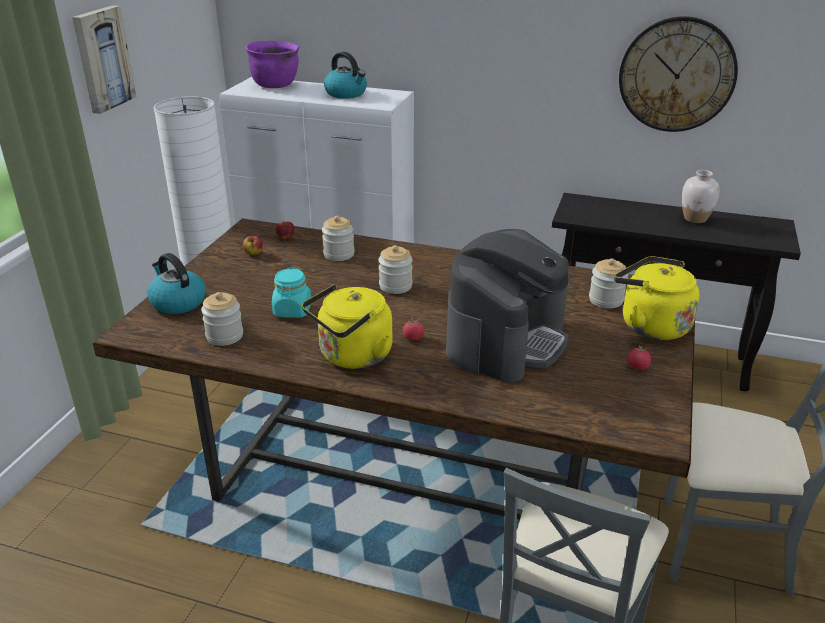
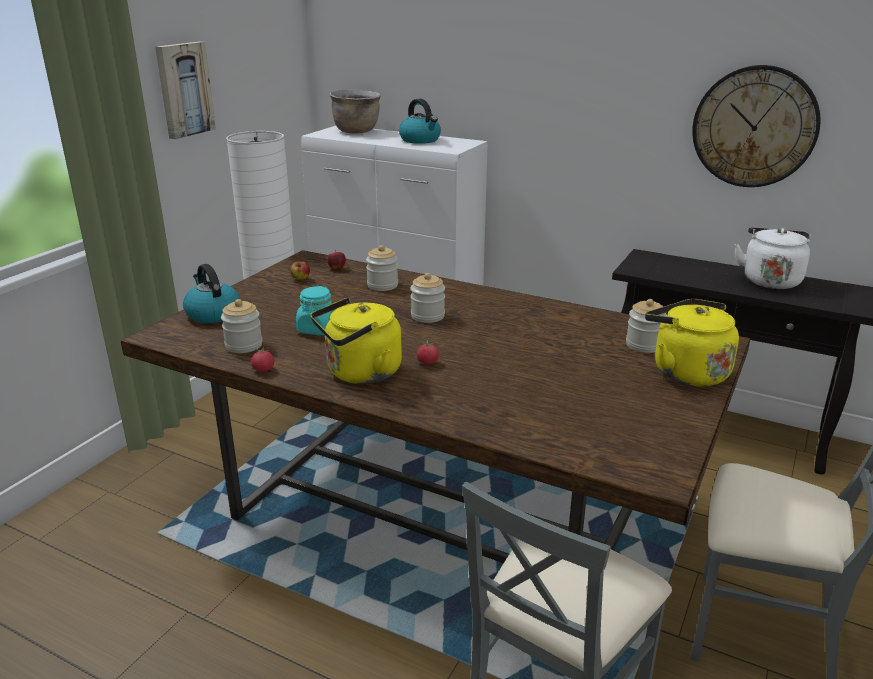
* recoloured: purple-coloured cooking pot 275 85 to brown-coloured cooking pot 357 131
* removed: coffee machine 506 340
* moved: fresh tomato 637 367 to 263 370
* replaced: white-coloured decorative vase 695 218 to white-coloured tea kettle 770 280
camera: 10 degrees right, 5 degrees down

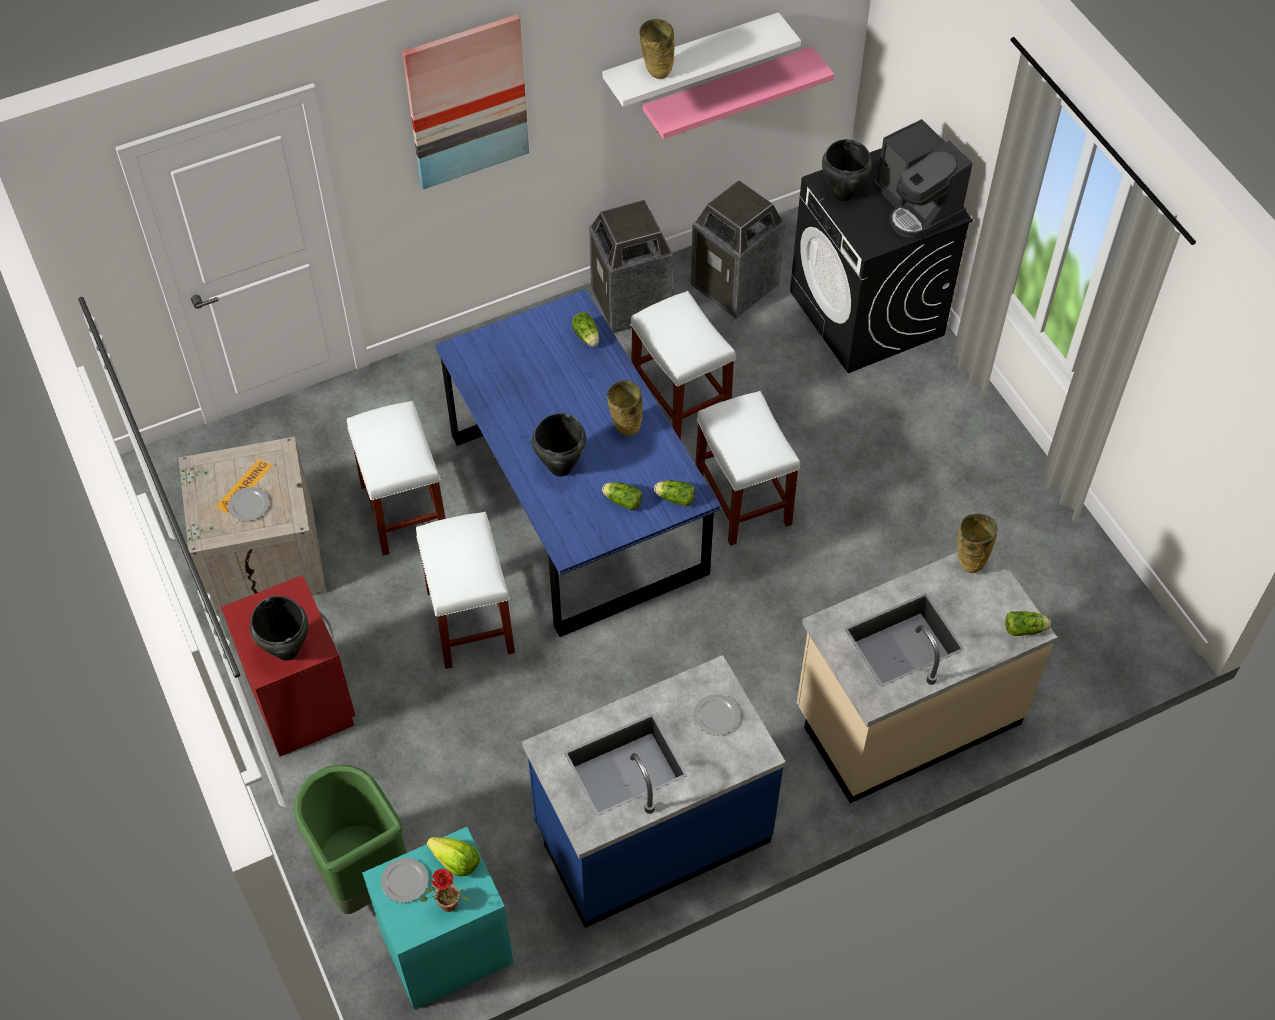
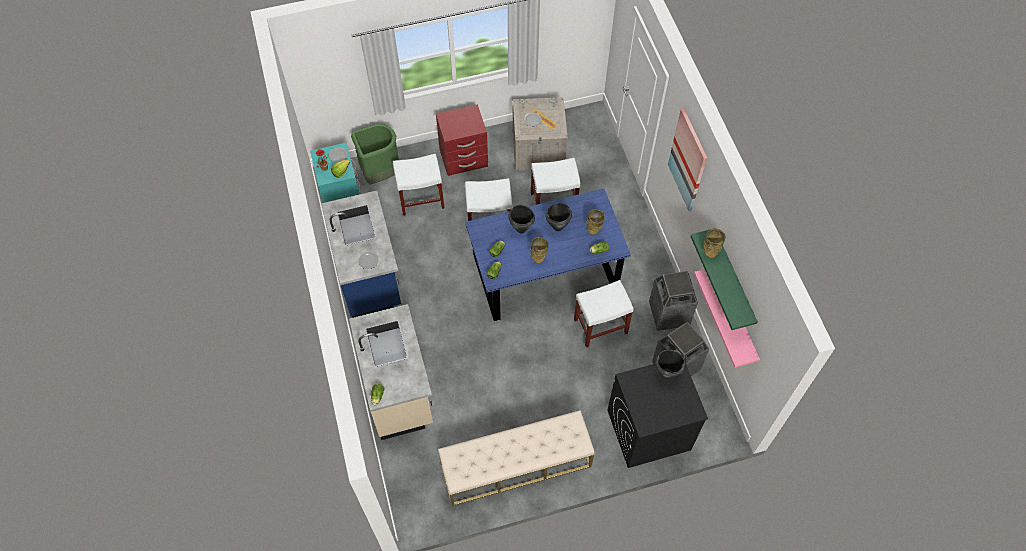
* moved: blackish cooking pot 287 650 to 558 227
* recoloured: white-coloured bracket shelf 691 58 to green-coloured bracket shelf 733 279
* moved: white-coloured sitting stool 743 501 to 420 199
* removed: coffee machine 917 205
* moved: beige-coloured decorative vase 969 562 to 594 231
* added: beige-coloured long seat 515 465
camera: 100 degrees right, 5 degrees up

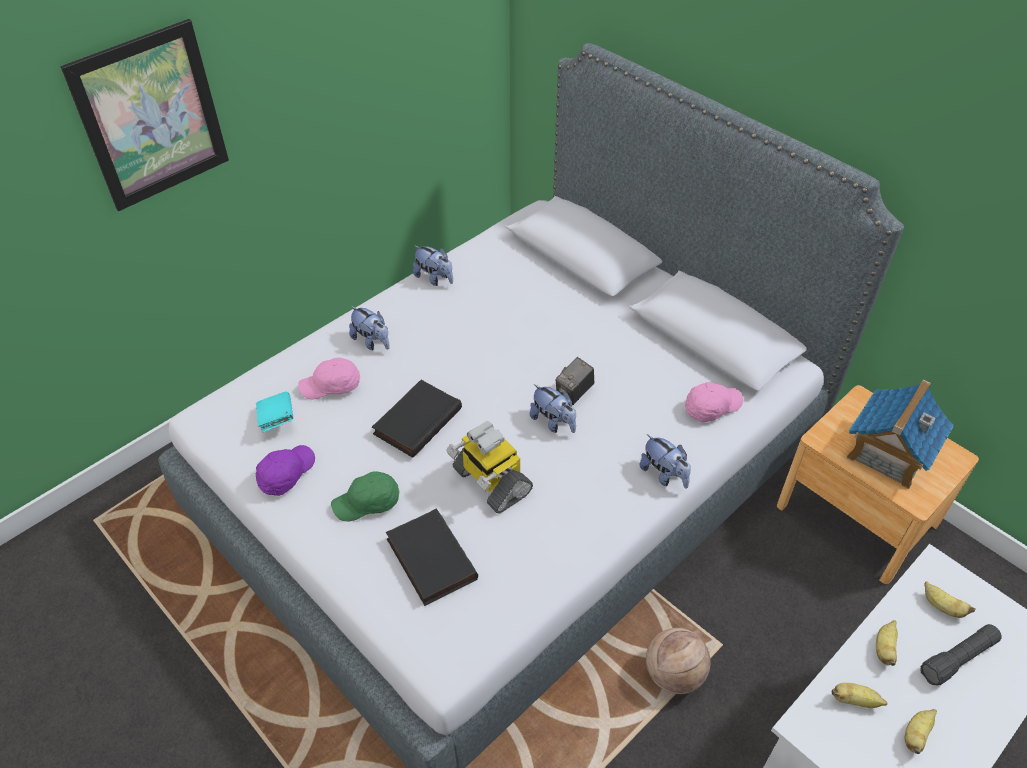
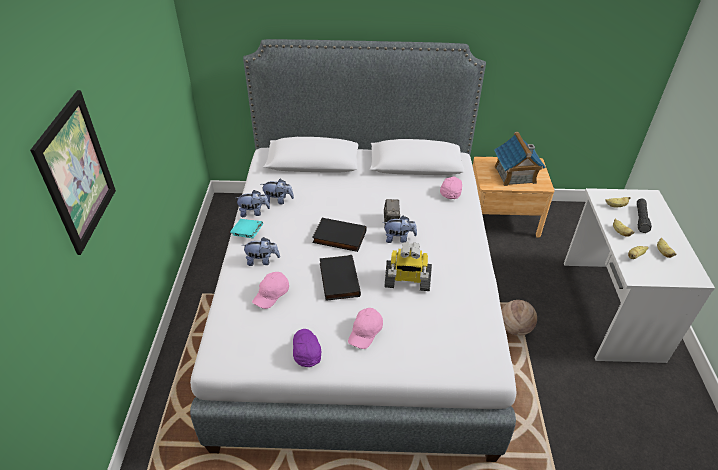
* moved: turquoise-coloured bound book 277 419 to 247 234
* recoloured: green-coloured peaked cap 367 503 to pink peaked cap 365 332
* moved: blackish bound book 429 559 to 339 238
* moved: cuddly toy 664 474 to 278 200
camera: 45 degrees left, 5 degrees down

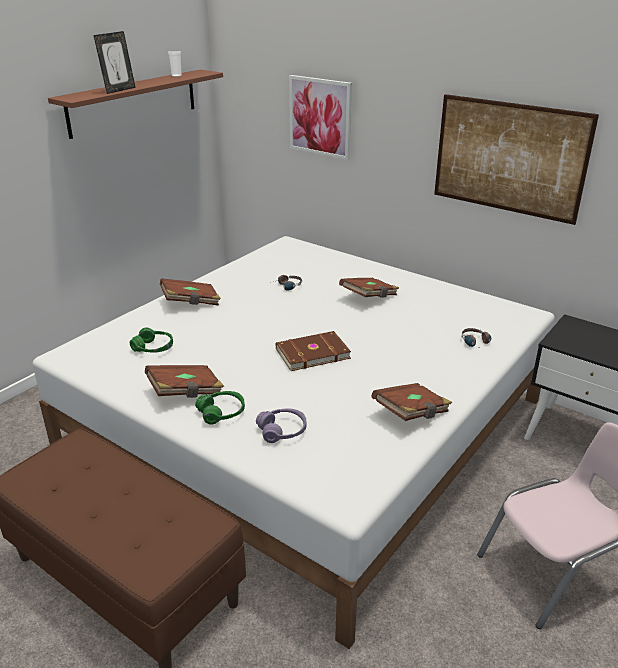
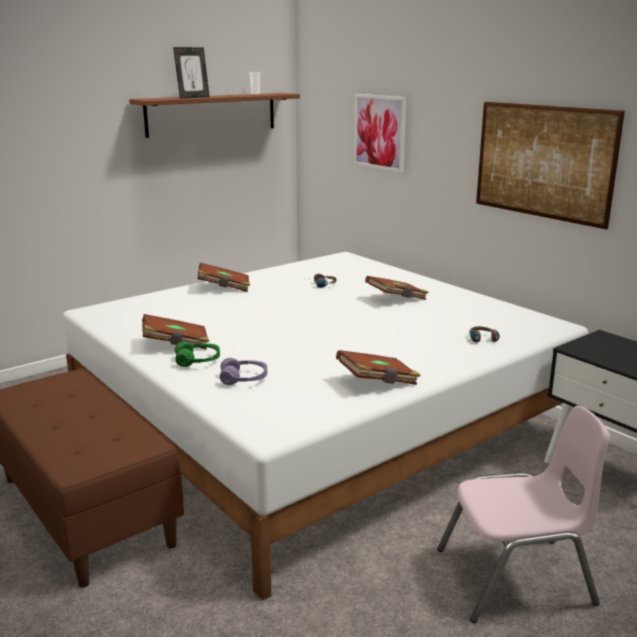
* removed: green-coloured headset 153 348
* removed: brown-coloured bound book 311 353
camera: 15 degrees right, 10 degrees down

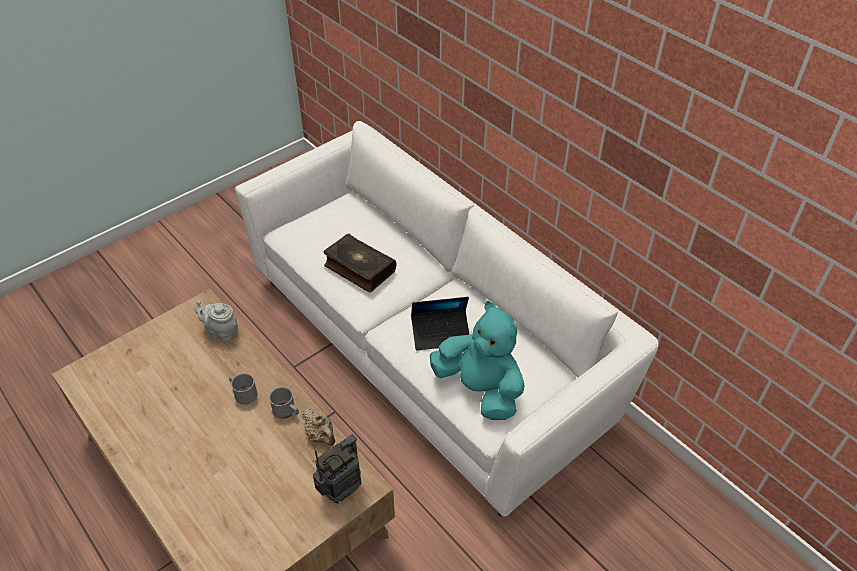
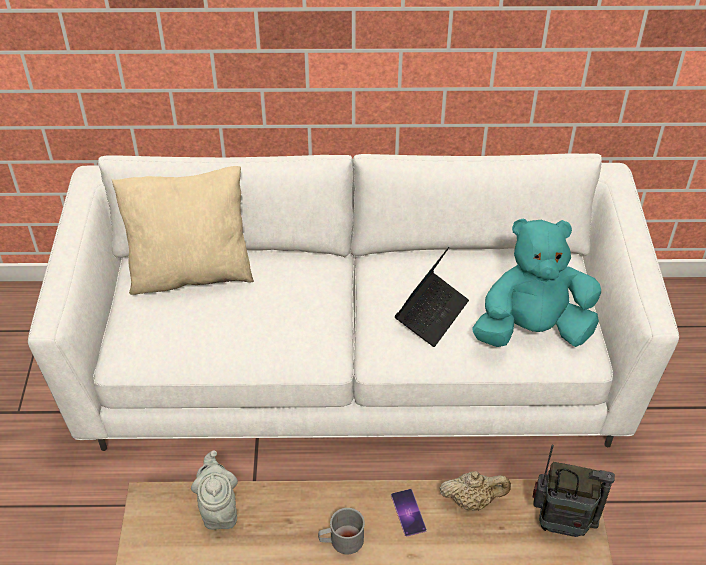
* turned: gray pot for tea 221 332 = 218 509 105 degrees clockwise
* replaced: gray tea mug 287 411 to phone 408 512
* turned: radio 341 490 = 562 524 105 degrees clockwise
* removed: bound book 359 268
* added: beige-coloured pillow 191 272
camera: 50 degrees left, 0 degrees up

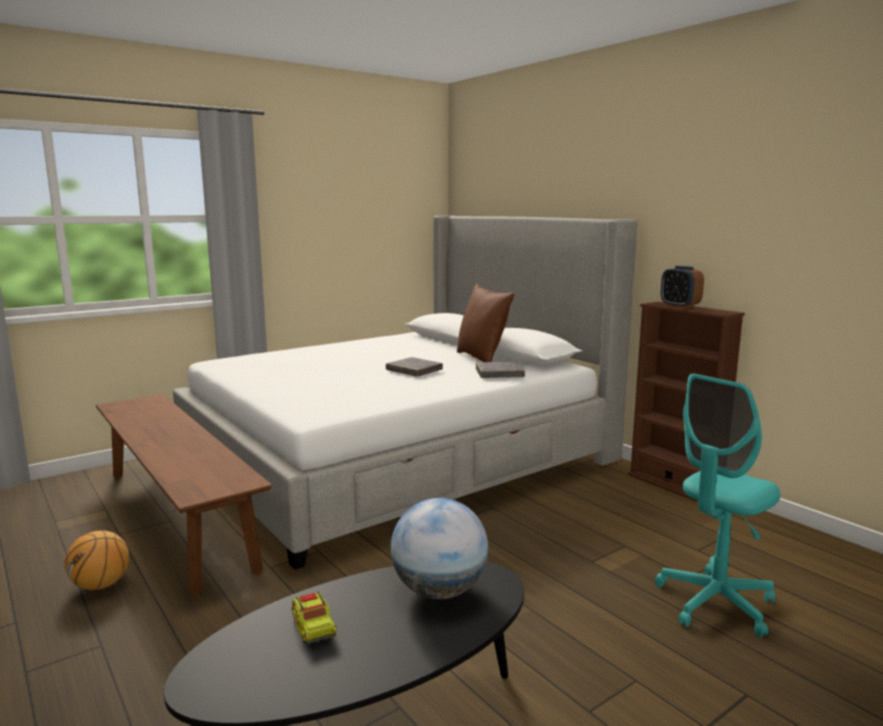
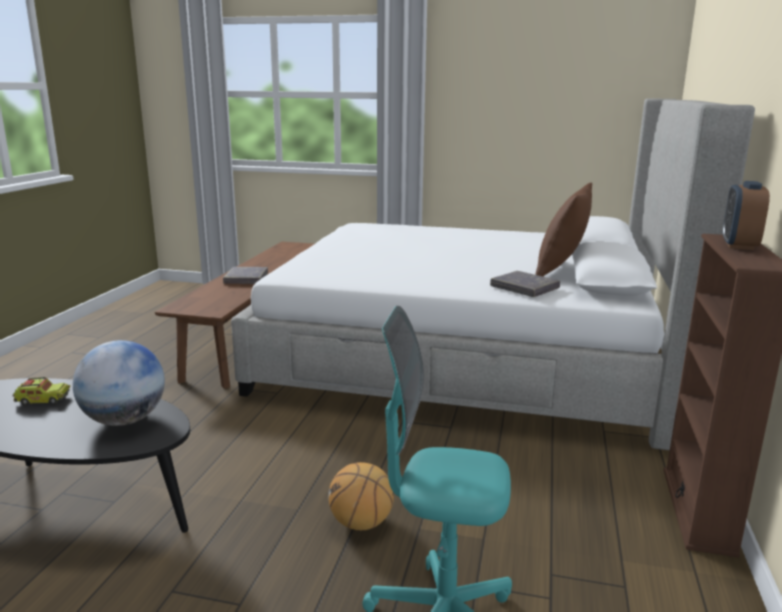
* moved: ball for basketball 101 585 to 361 523
* turned: toy truck 313 628 = 42 400 120 degrees counterclockwise
* moved: gray bound book 414 370 to 246 279
camera: 50 degrees right, 5 degrees up

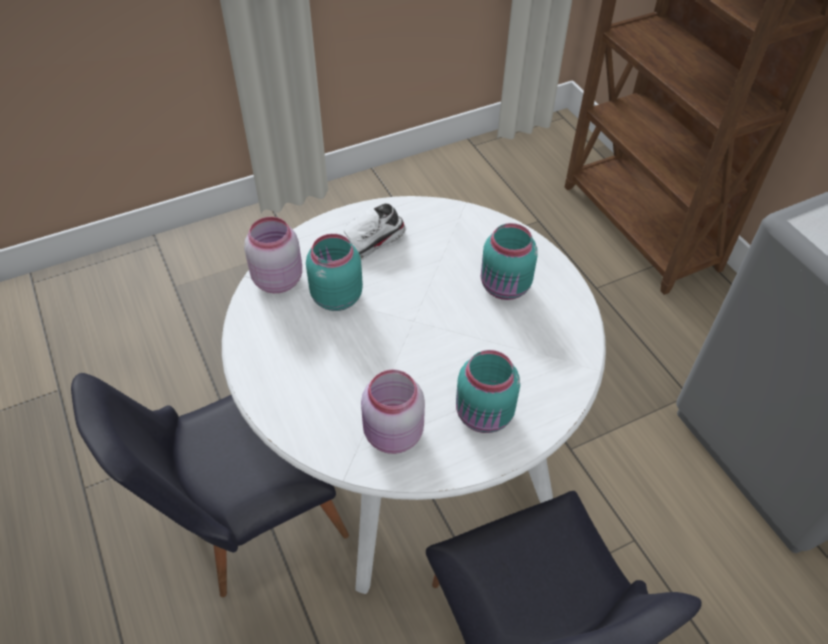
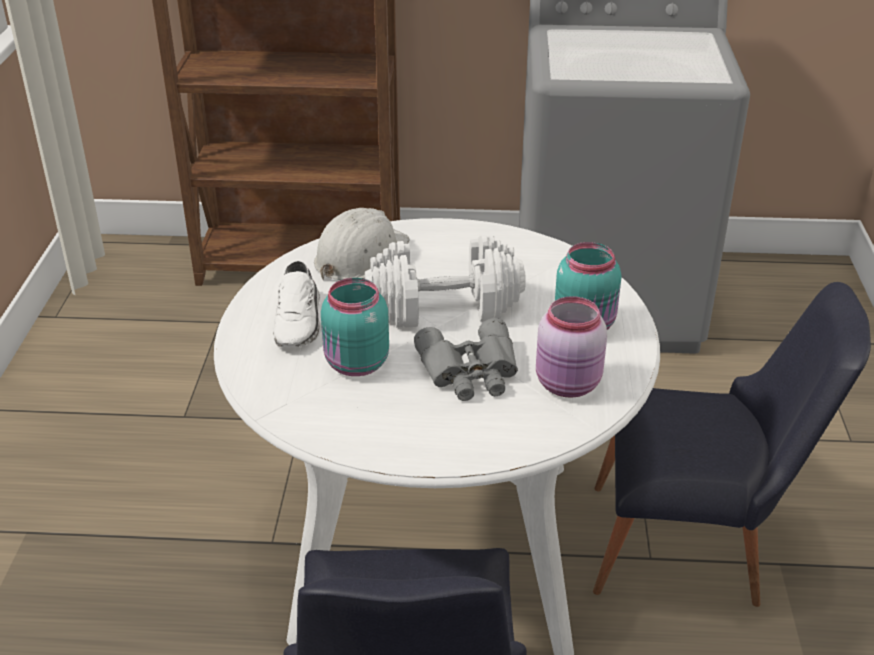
* removed: pink storage jar 277 279
* removed: turquoise-coloured storage jar 505 287
* added: white-coloured hard hat 360 256
* added: white-coloured free weight 444 306
* added: gray binoculars 470 372
camera: 60 degrees left, 15 degrees down

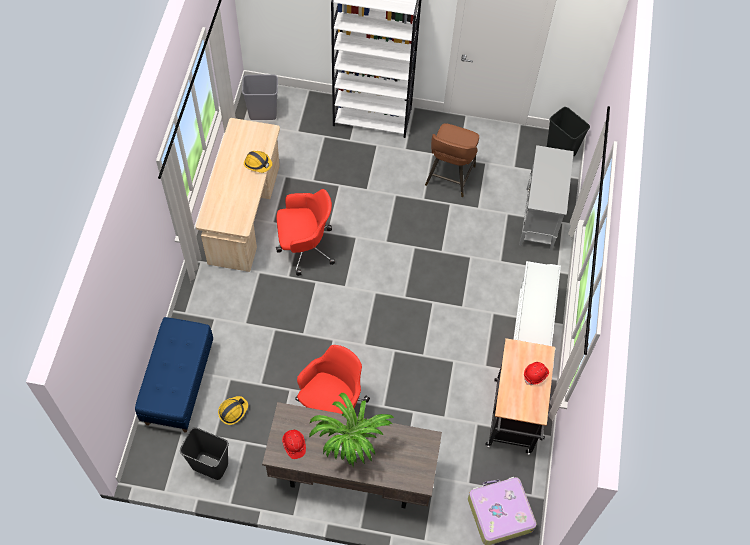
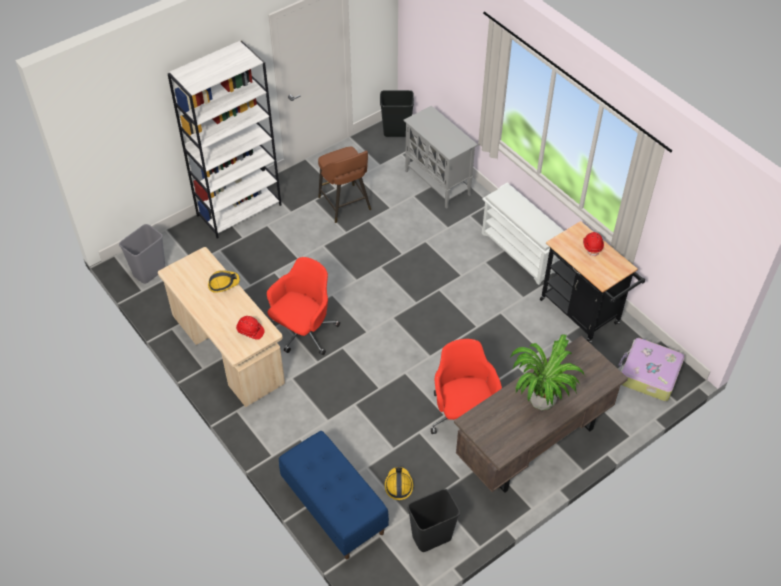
* moved: reddish hard hat 294 445 to 250 331
camera: 45 degrees left, 10 degrees down

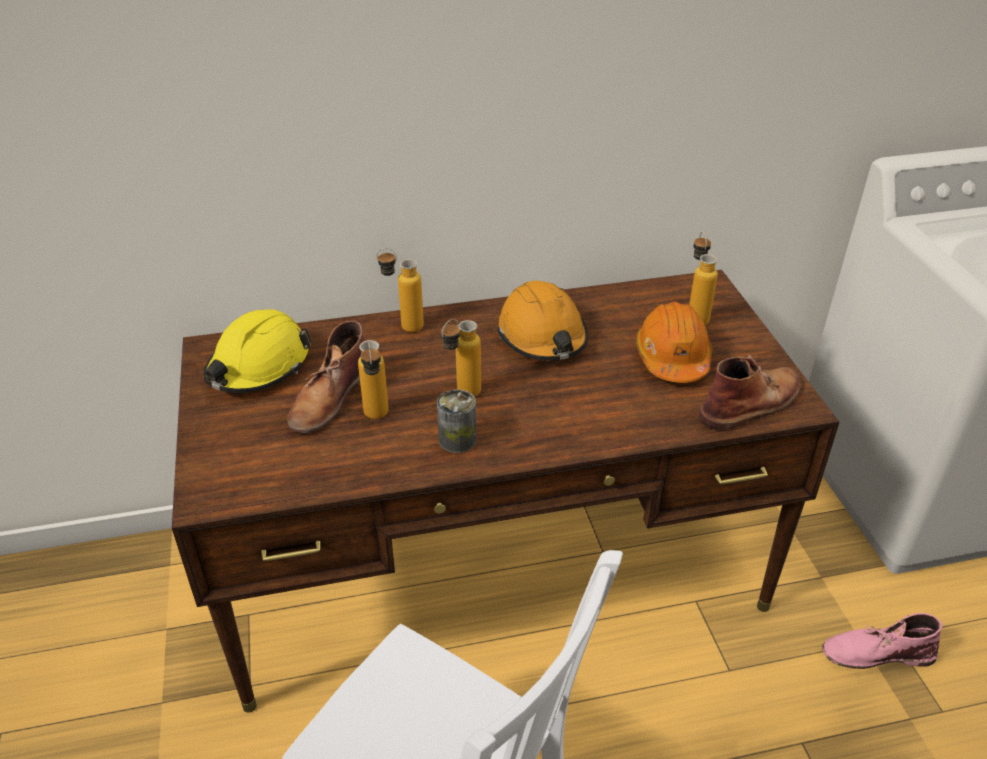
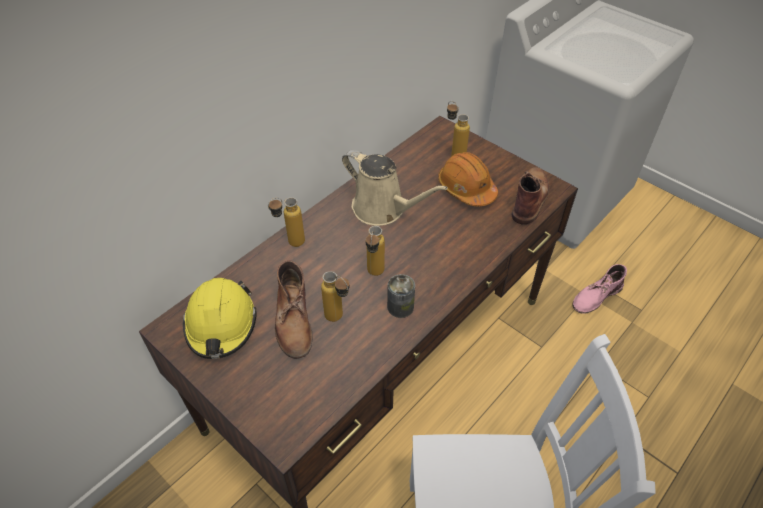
* replaced: orangey hard hat 542 336 to beige-coloured watering pot 383 209
camera: 35 degrees left, 10 degrees up

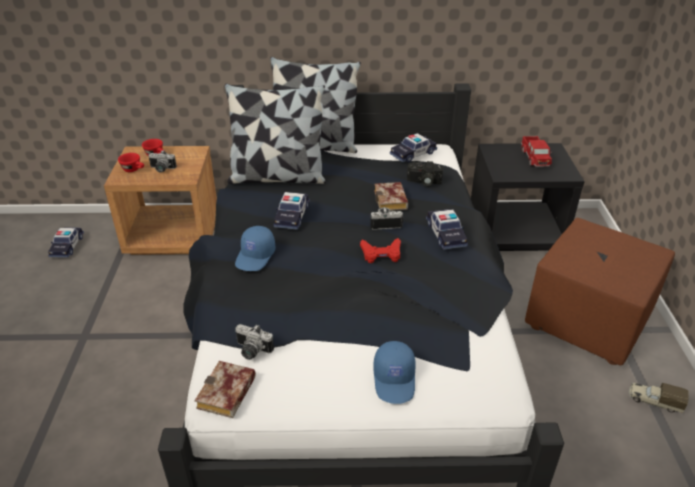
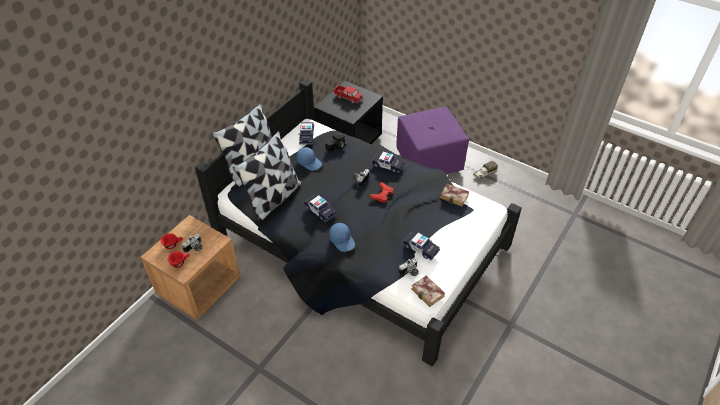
* moved: model car 67 246 to 420 248
* moved: blue peaked cap 395 380 to 309 162
* moved: bound book 392 201 to 455 197
* recoloured: brown-coloured pouffe 588 321 to purple-coloured pouffe 429 161
camera: 55 degrees left, 10 degrees up

